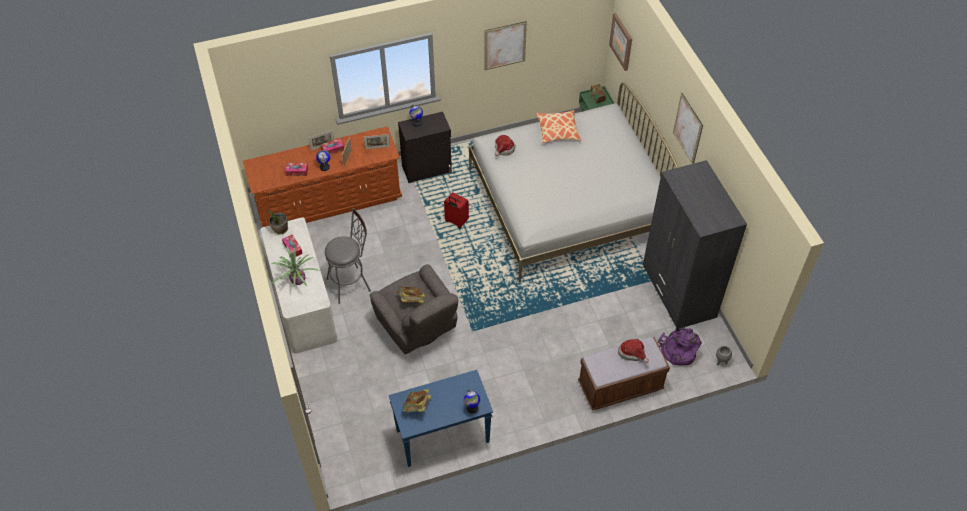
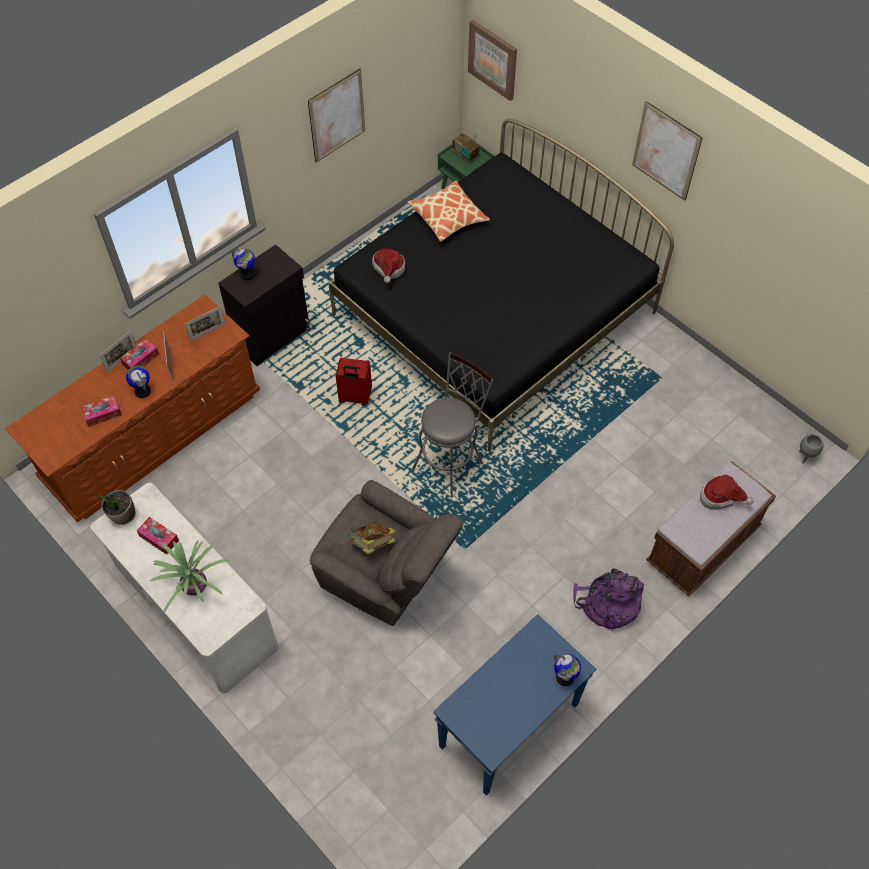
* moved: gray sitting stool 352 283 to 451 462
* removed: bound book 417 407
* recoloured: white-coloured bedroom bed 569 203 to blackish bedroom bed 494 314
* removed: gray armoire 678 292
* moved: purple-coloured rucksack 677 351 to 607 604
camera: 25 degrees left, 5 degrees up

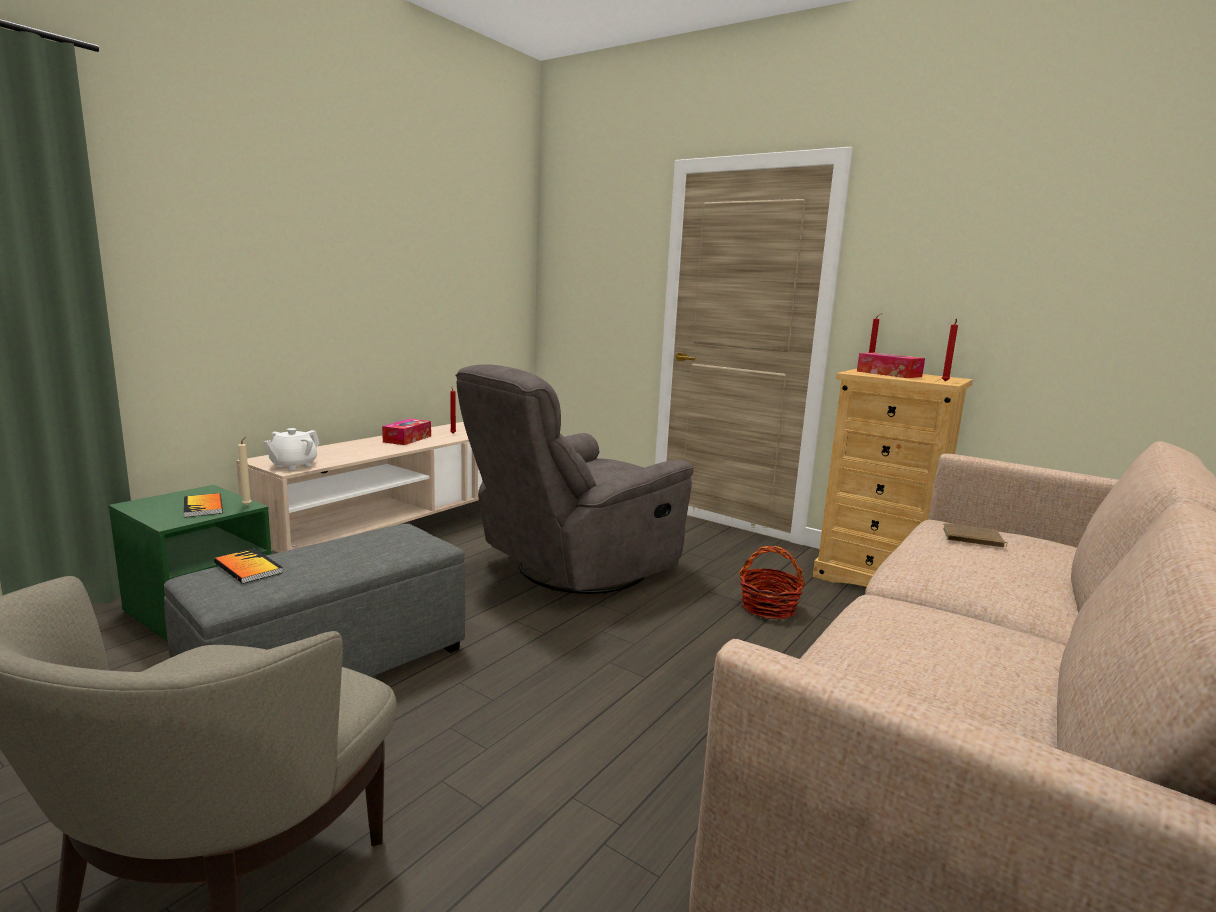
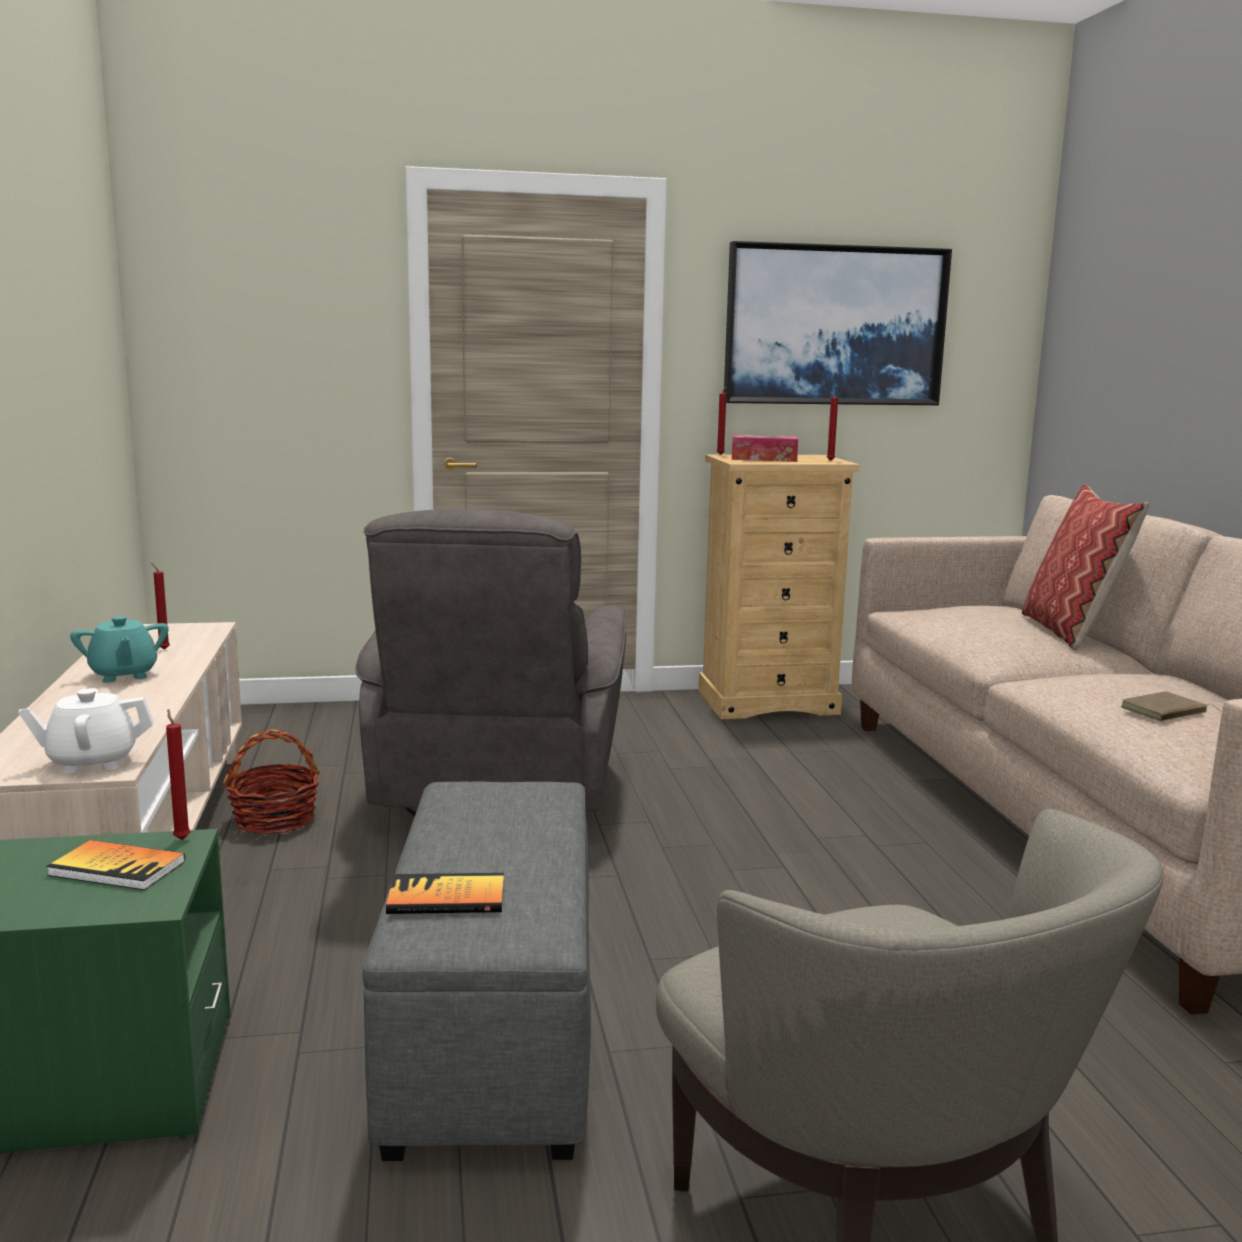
* recoloured: beige-coloured candle 248 505 to reddish candle 181 838
* turned: white-coloured pot for tea 293 465 = 92 762 90 degrees clockwise
* replaced: box of tissues 407 439 to turquoise-coloured pot for tea 123 675
* moved: storage basket 768 607 to 275 819
* moved: brown-coloured bound book 972 539 to 1165 712
* added: wall picture 834 326
* added: pillow 1071 632
camera: 45 degrees left, 0 degrees up

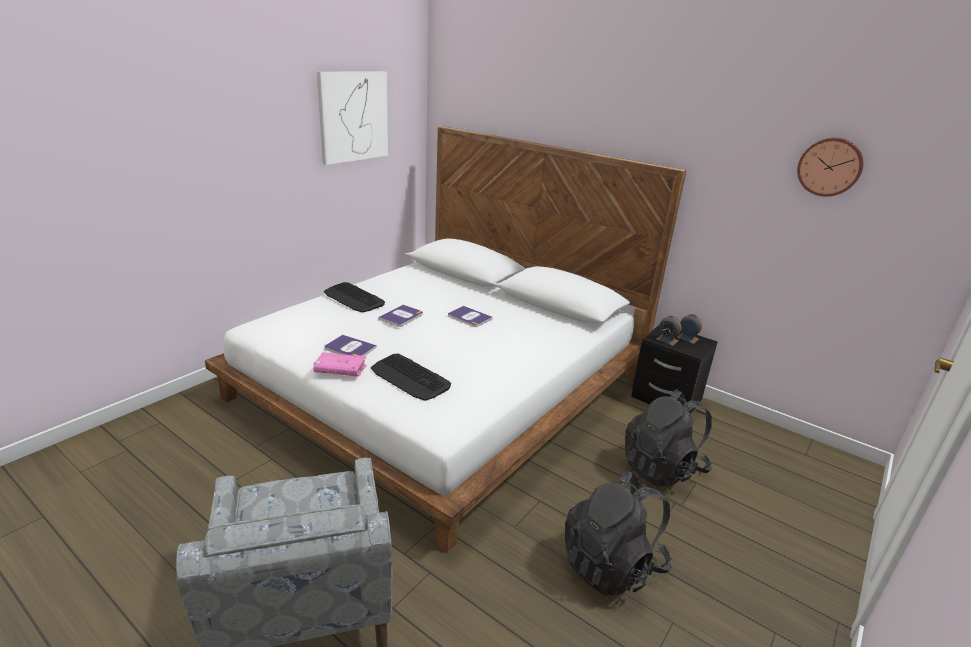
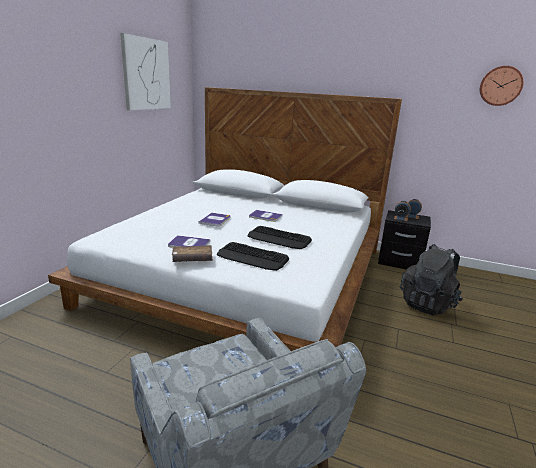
* recoloured: pink bound book 340 371 to brown-coloured bound book 192 259
* moved: keyboard 353 298 to 279 238
* removed: blackish rucksack 612 564
camera: 15 degrees left, 5 degrees down

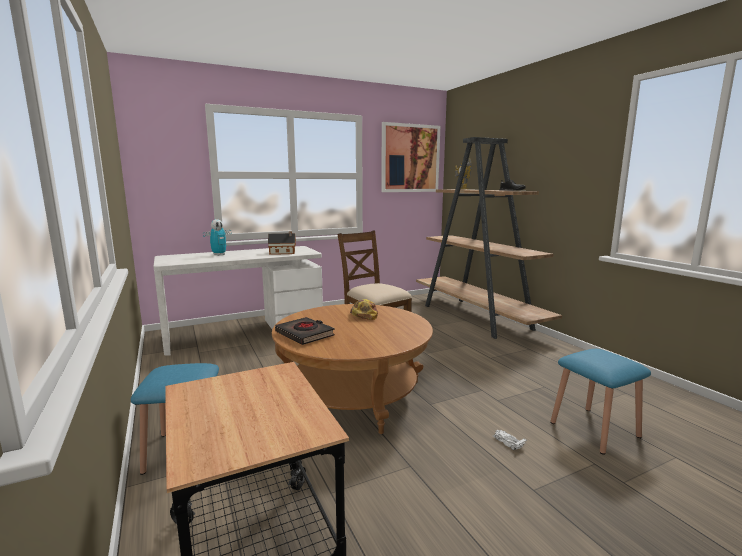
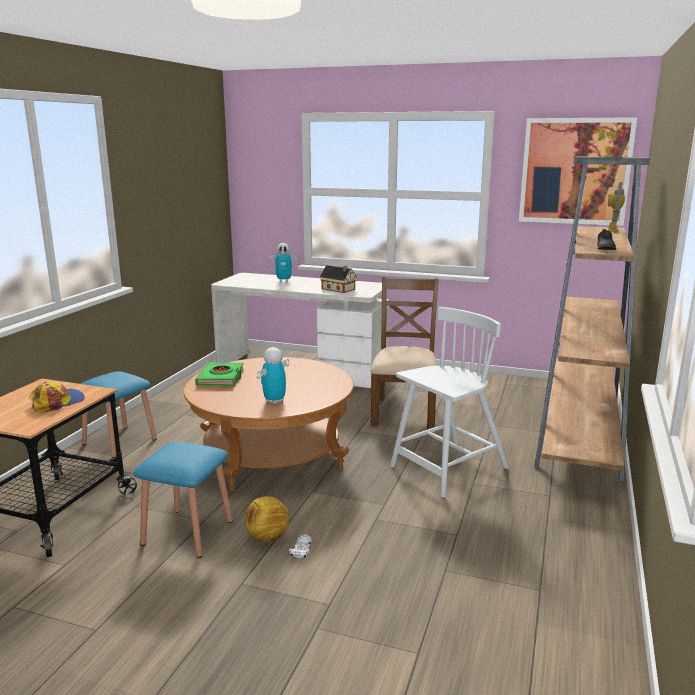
* recoloured: blackish bound book 305 334 to green-coloured bound book 221 378
* moved: peaked cap 364 314 to 57 402
* moved: blue sitting stool 594 429 to 187 532
* added: ball for football 267 537
* added: robot figure 274 401
* added: white-coloured chair 447 468
camera: 45 degrees right, 5 degrees up

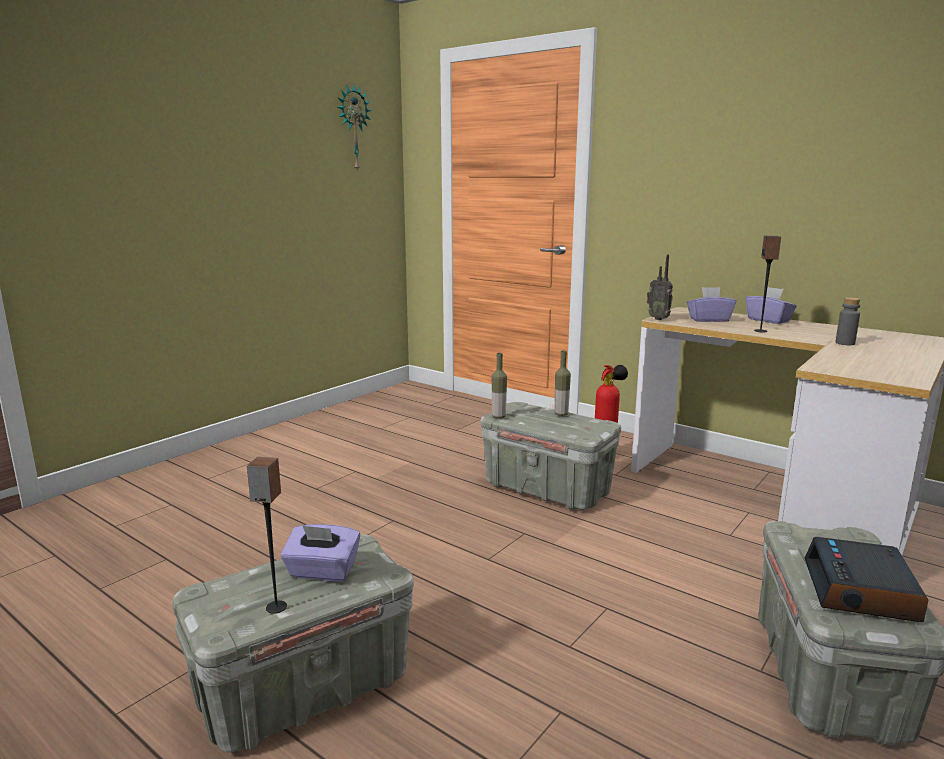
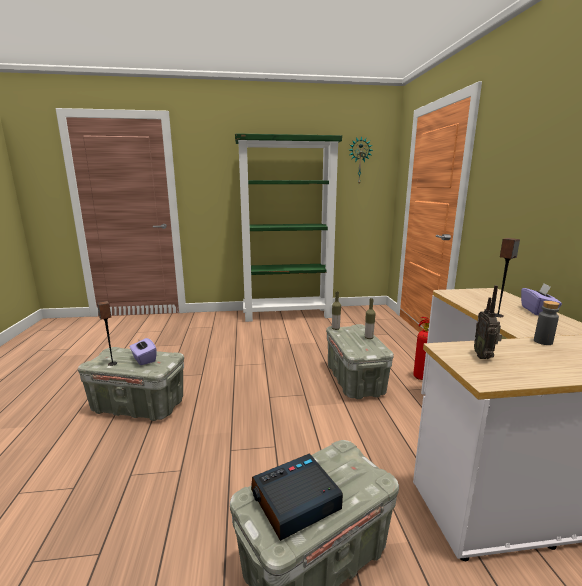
* moved: radio 659 319 to 484 357
* removed: purple-coloured box of tissues 709 319
* added: green-coloured bookcase 288 314
camera: 45 degrees right, 0 degrees up

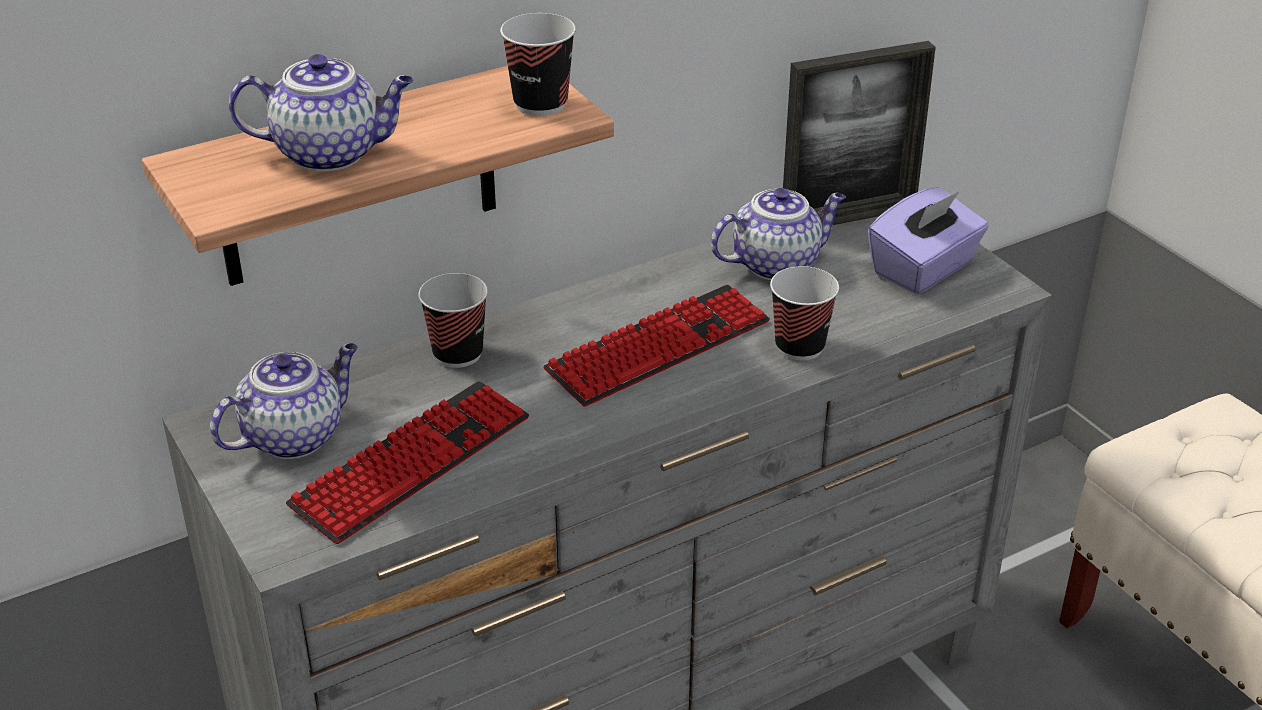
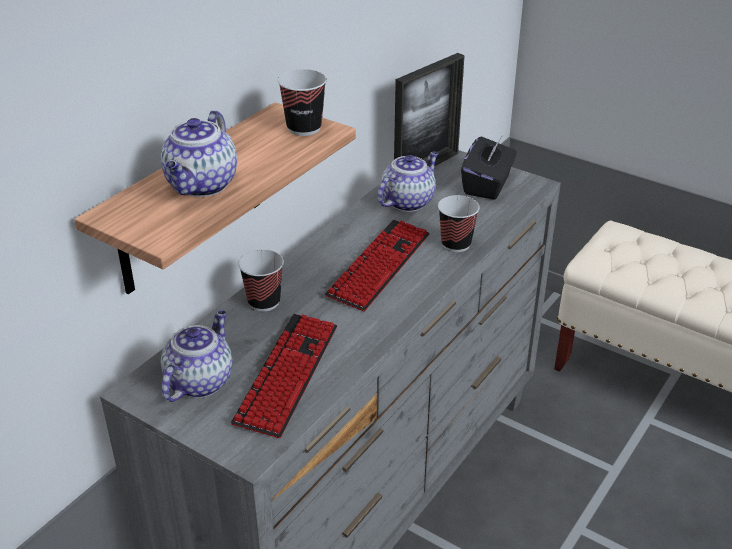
* turned: pot for tea 331 153 = 202 185 135 degrees clockwise
* recoloured: purple-coloured box of tissues 924 269 to blackish box of tissues 487 185
camera: 25 degrees left, 0 degrees up

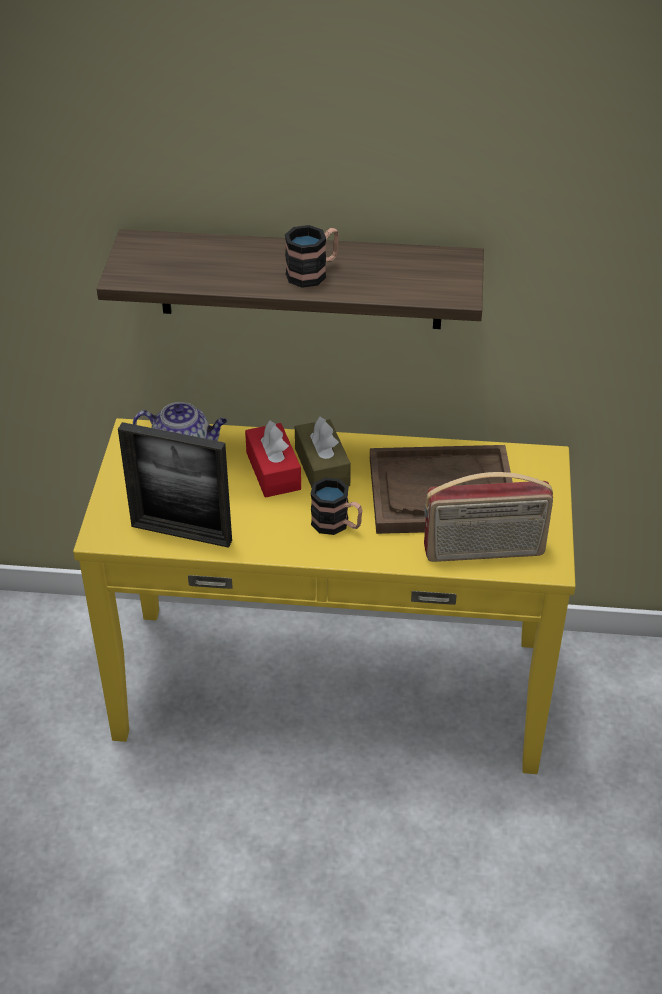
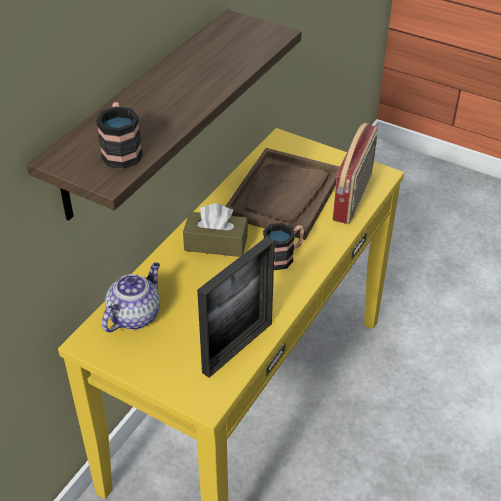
* removed: reddish box of tissues 273 471
* moved: tea mug 313 272 to 121 150
camera: 65 degrees left, 0 degrees up

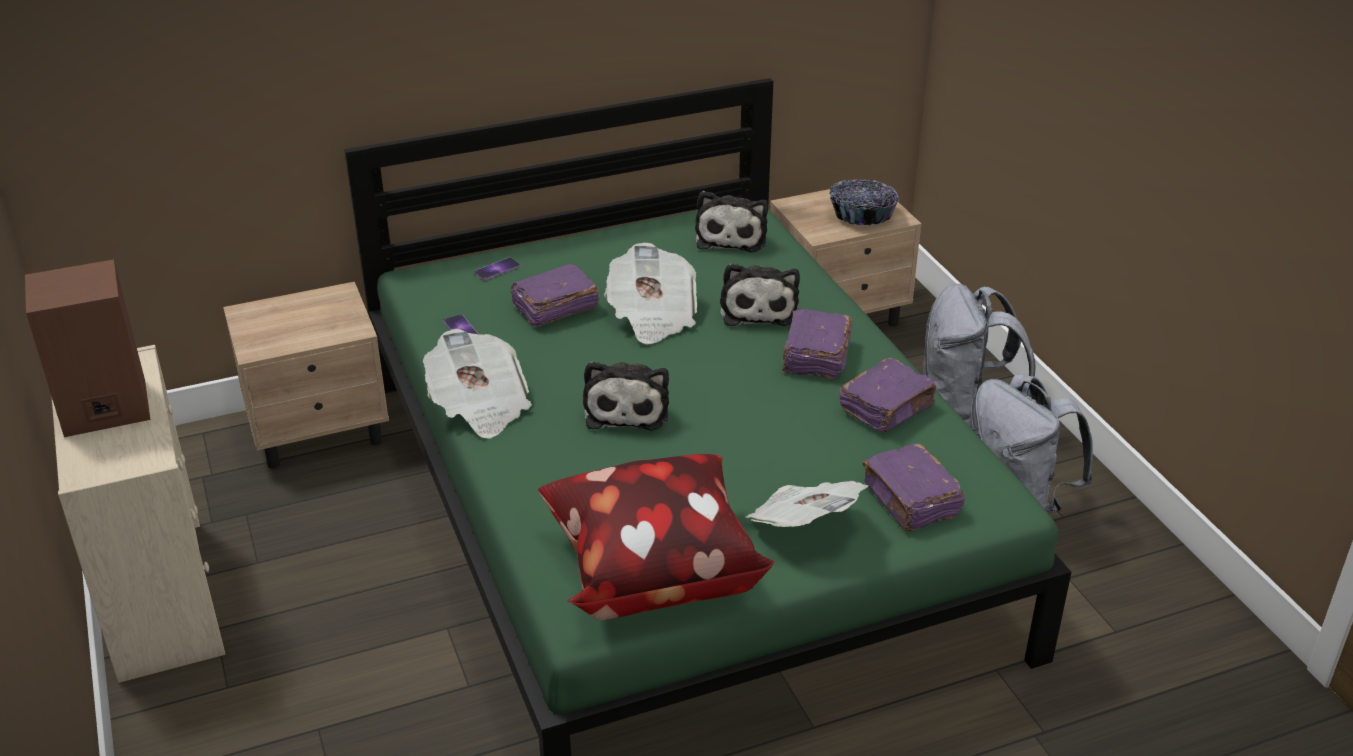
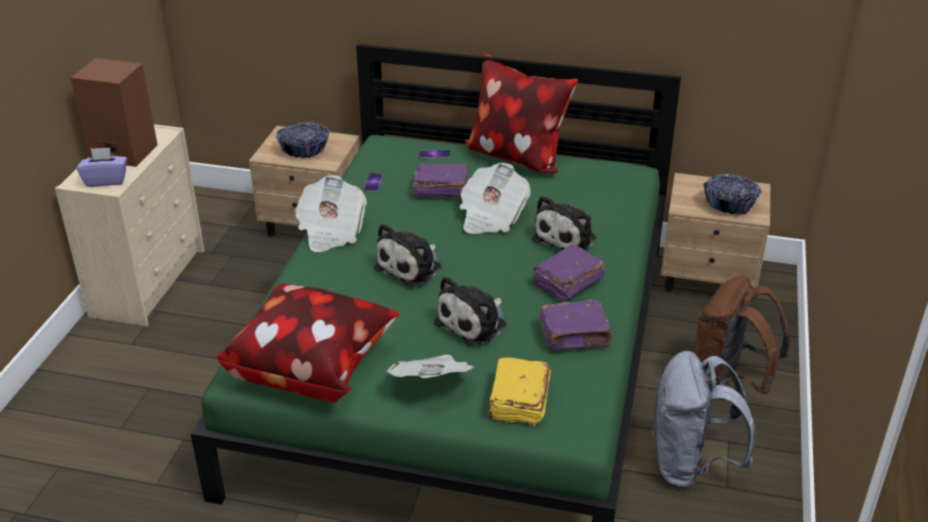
* moved: cuddly toy 732 236 to 474 323
* recoloured: purple-coloured bound book 911 501 to yellow bound book 518 402
* recoloured: gray rucksack 964 415 to brown-coloured rucksack 728 384
* added: purple-coloured box of tissues 106 180
* added: serving bowl 304 149
* added: pillow 516 156
camera: 35 degrees right, 0 degrees up

